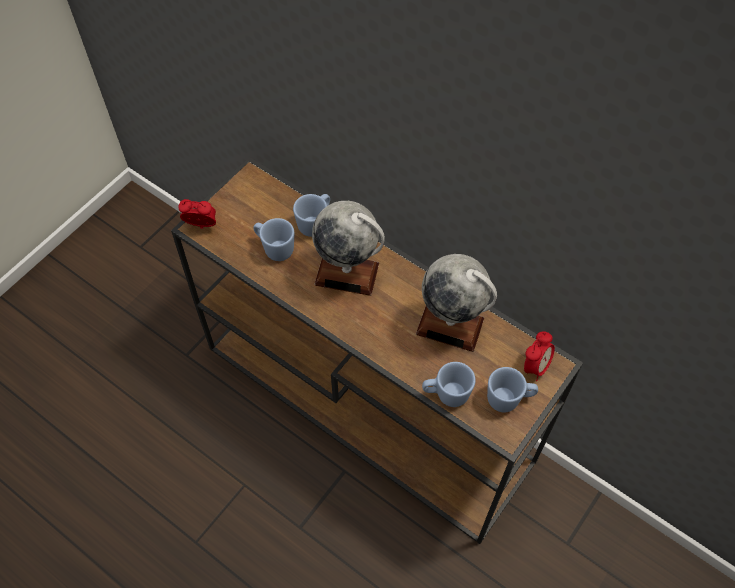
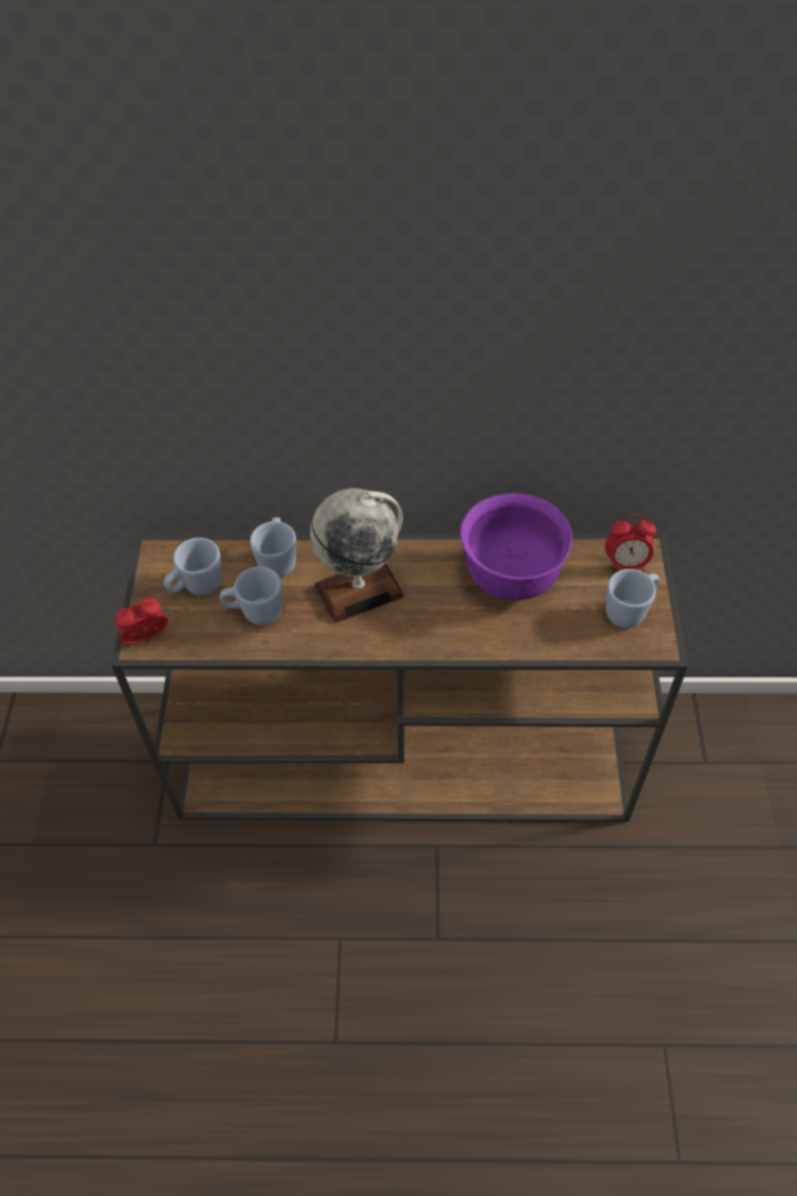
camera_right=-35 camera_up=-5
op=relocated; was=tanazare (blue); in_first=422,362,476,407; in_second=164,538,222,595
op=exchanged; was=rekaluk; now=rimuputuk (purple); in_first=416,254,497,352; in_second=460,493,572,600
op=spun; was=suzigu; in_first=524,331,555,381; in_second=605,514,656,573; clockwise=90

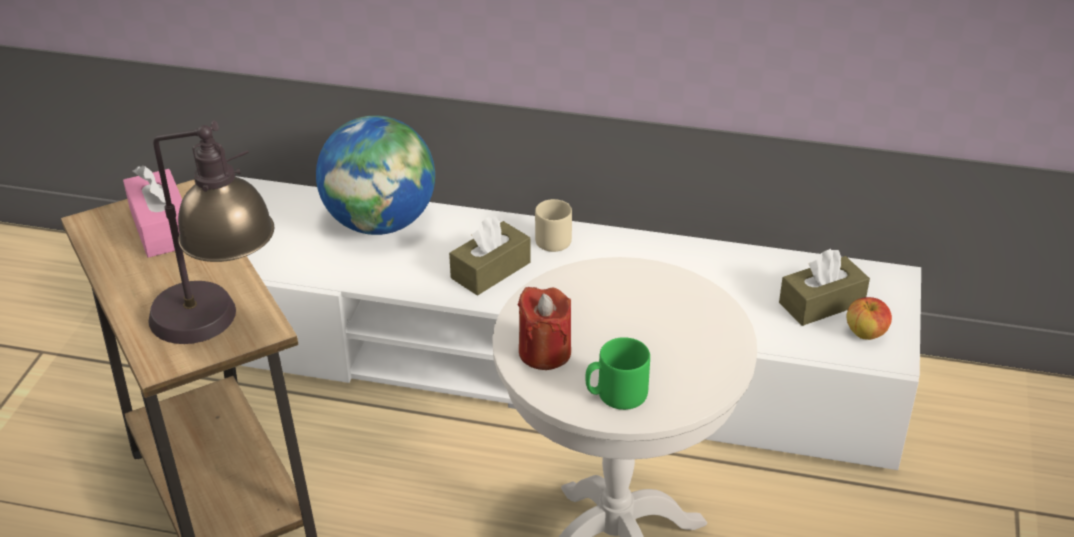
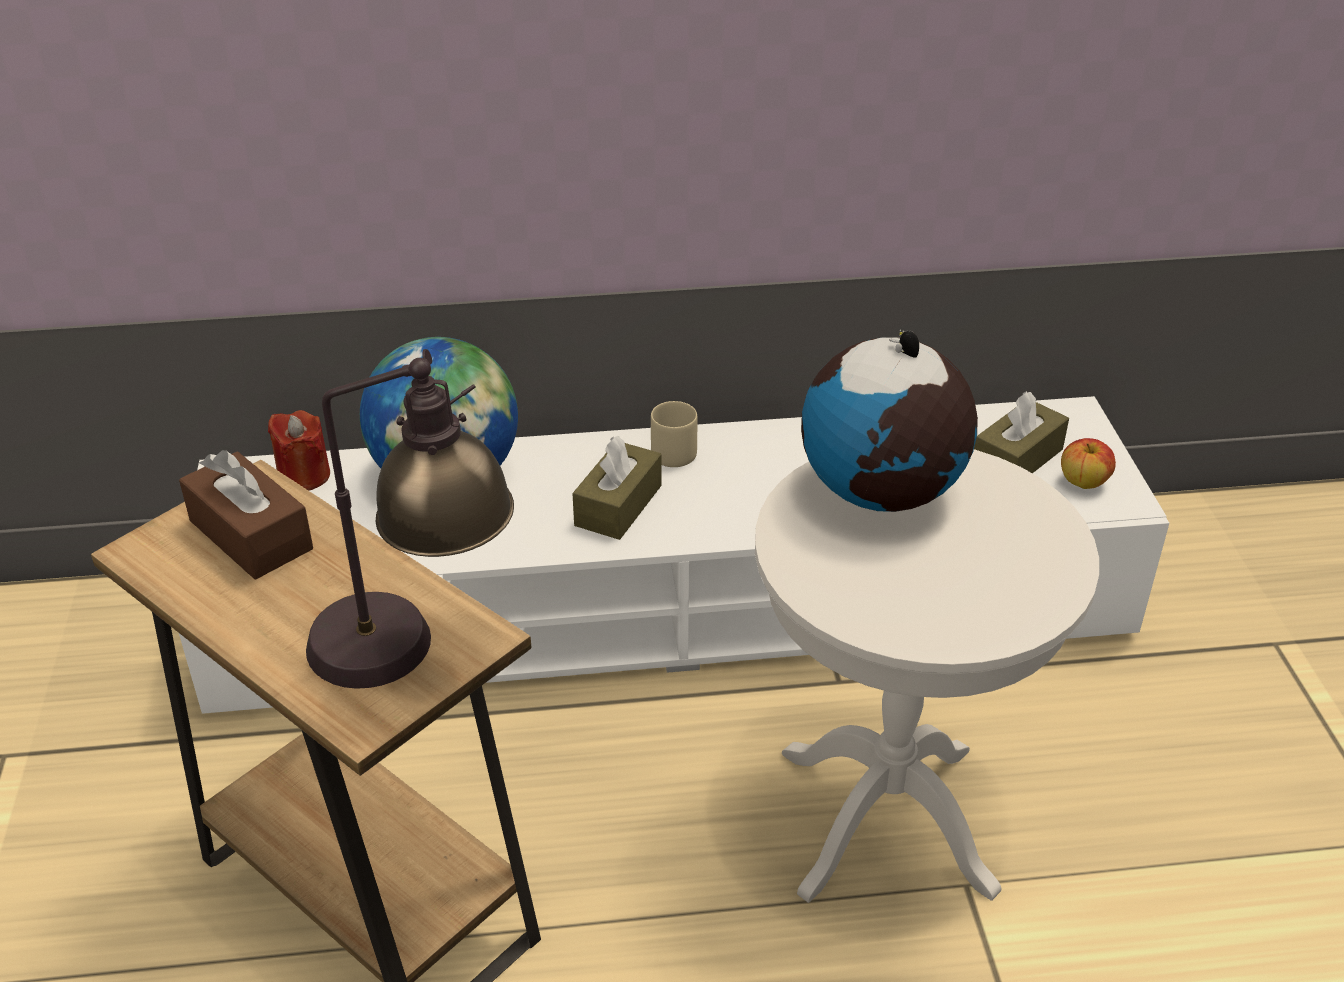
camera_right=-20 camera_up=0
op=colour; was=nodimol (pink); now=nodimol (brown); in_first=123,165,182,258; in_second=179,450,313,580
op=relocated; was=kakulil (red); in_first=518,287,571,370; in_second=268,410,330,491
op=appeared; now=rekaluk; in_second=801,330,978,512
op=missing; was=tanazare (green); in_first=585,337,650,410

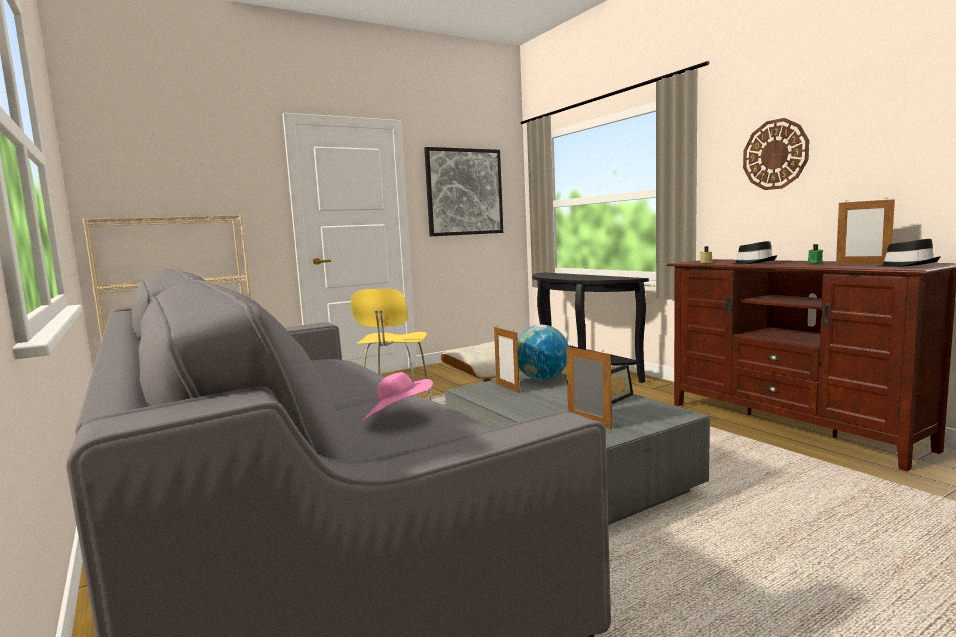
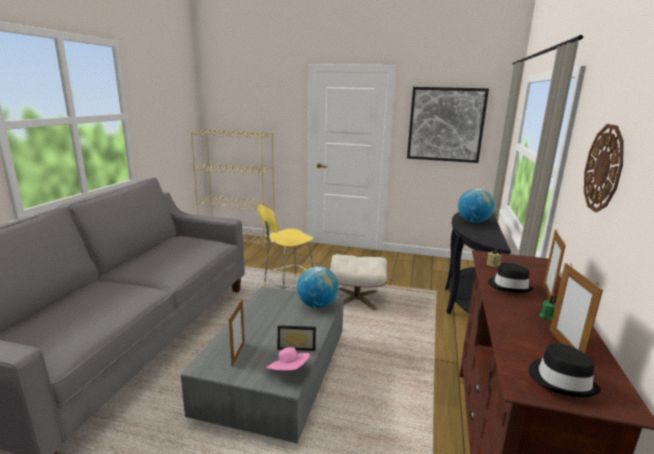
camera_right=45 camera_up=10
op=relocated; was=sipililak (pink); in_first=363,372,433,421; in_second=266,347,310,371
op=appeared; now=rekaluk; in_second=458,188,495,223
op=relocated; was=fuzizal; in_first=494,327,519,393; in_second=543,229,566,300

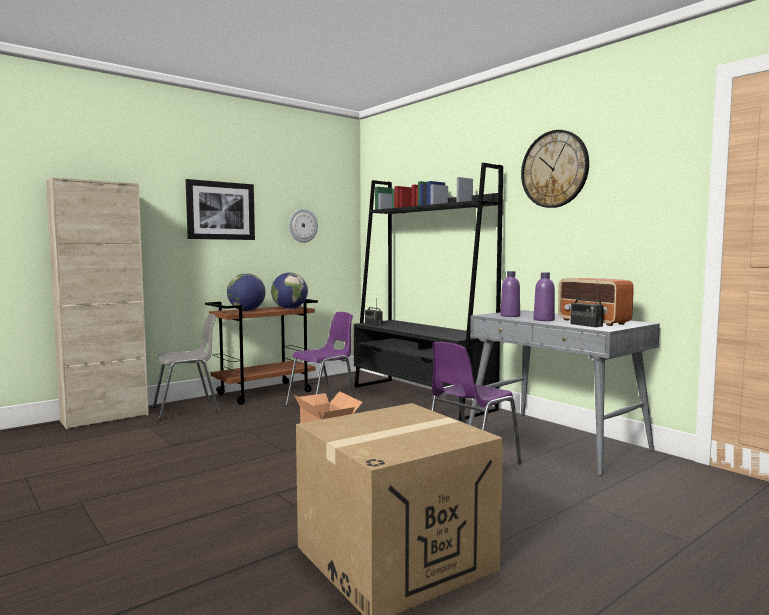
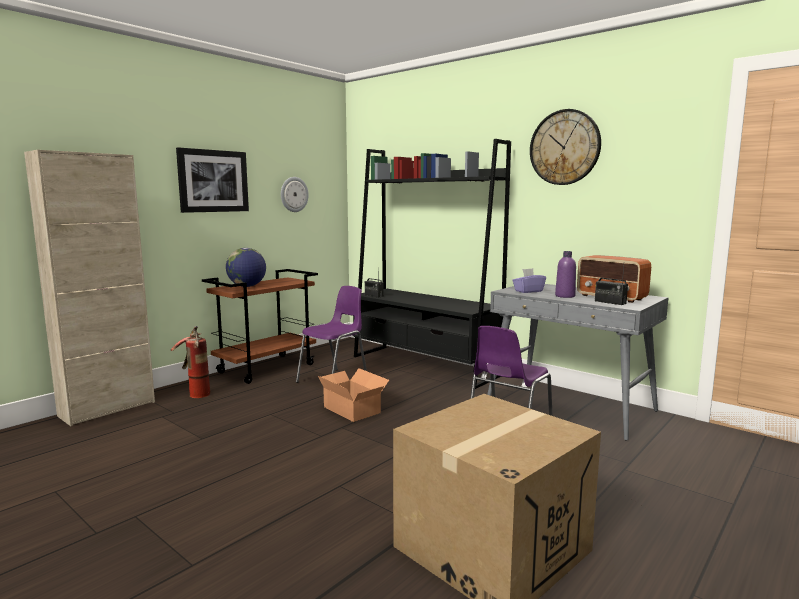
camera_right=-10 camera_up=5
op=exchanged; was=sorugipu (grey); now=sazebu; in_first=153,313,219,420; in_second=171,326,210,398
op=exchanged; was=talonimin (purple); now=nodimol (purple); in_first=500,271,520,317; in_second=512,268,546,293
op=missing; was=rekaluk; in_first=271,272,308,309

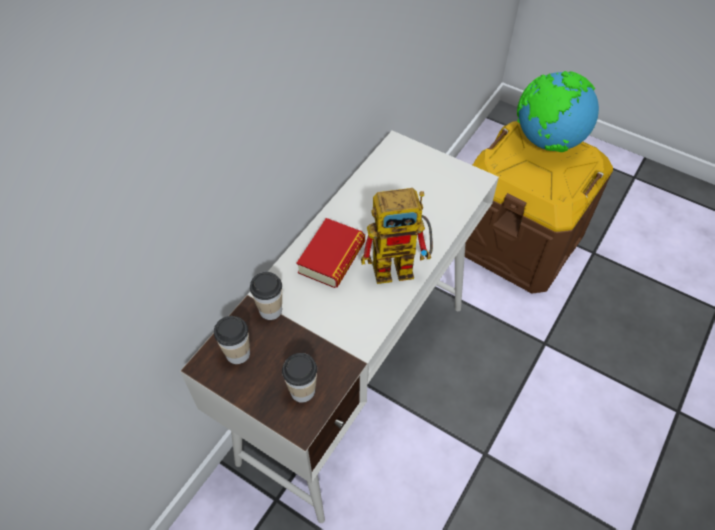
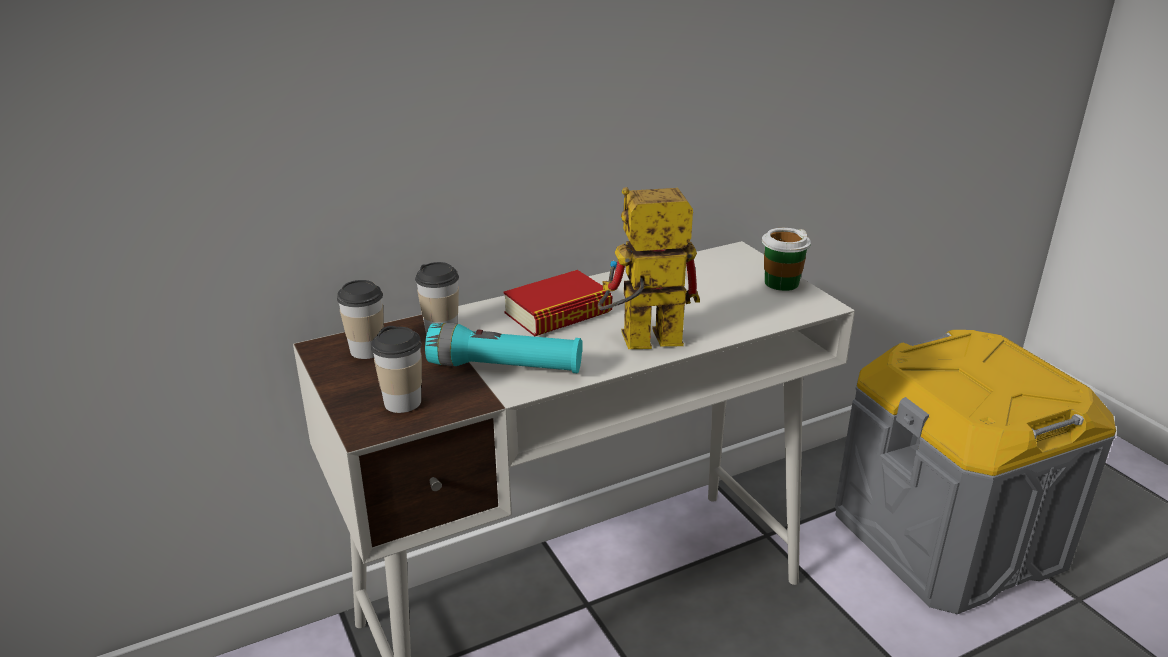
camera_right=30 camera_up=-25
op=appeared; now=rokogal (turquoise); in_second=425,323,582,373
op=spun; was=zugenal; in_first=361,188,433,284; in_second=598,187,700,349; clockwise=150
op=appeared; now=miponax; in_second=762,228,811,291
op=colour; was=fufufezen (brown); now=fufufezen (grey); in_first=465,121,613,294; in_second=835,330,1116,614
op=missing; was=rekaluk; in_first=517,71,599,152

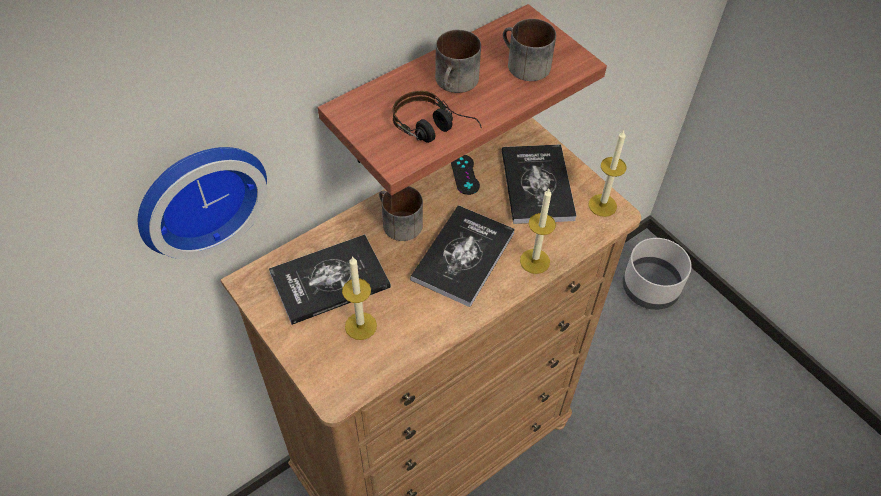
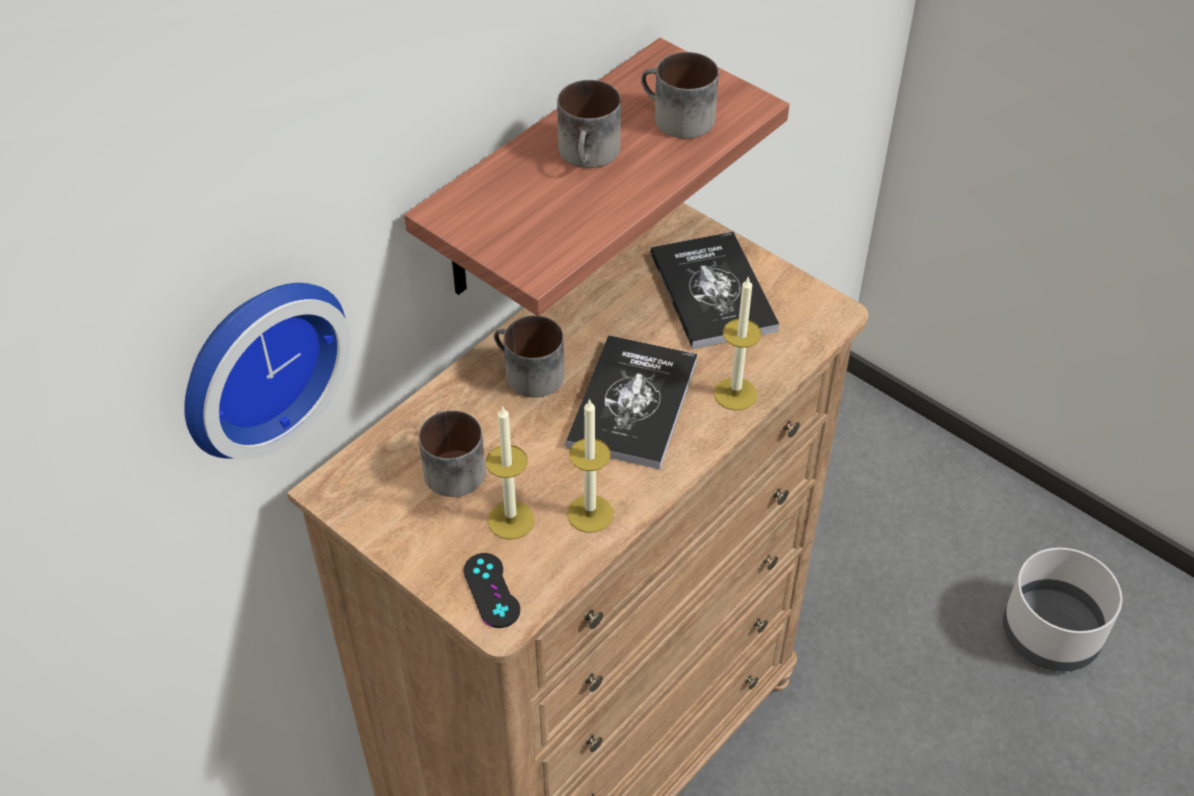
camera_right=-10 camera_up=-5
op=exchanged; was=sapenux; now=tanazare; in_first=269,234,391,325; in_second=419,410,486,497
op=relocated; was=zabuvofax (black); in_first=451,155,480,195; in_second=463,553,520,628
op=relocated; was=kakulil; in_first=588,130,626,217; in_second=567,399,613,533
op=relocated; was=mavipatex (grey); in_first=623,238,692,310; in_second=1003,548,1122,671
op=missing; was=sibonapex; in_first=392,90,482,143

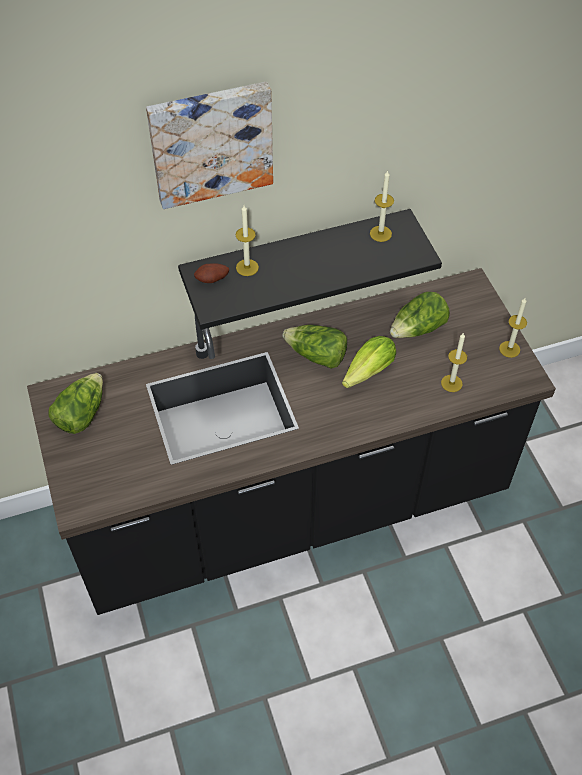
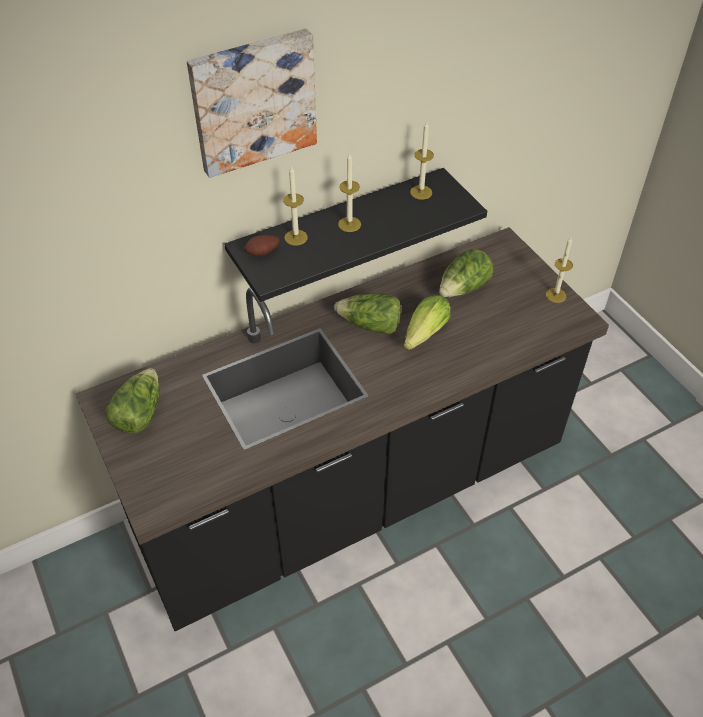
camera_right=-10 camera_up=-5
op=relocated; was=kakulil; in_first=441,332,467,392; in_second=338,152,361,232

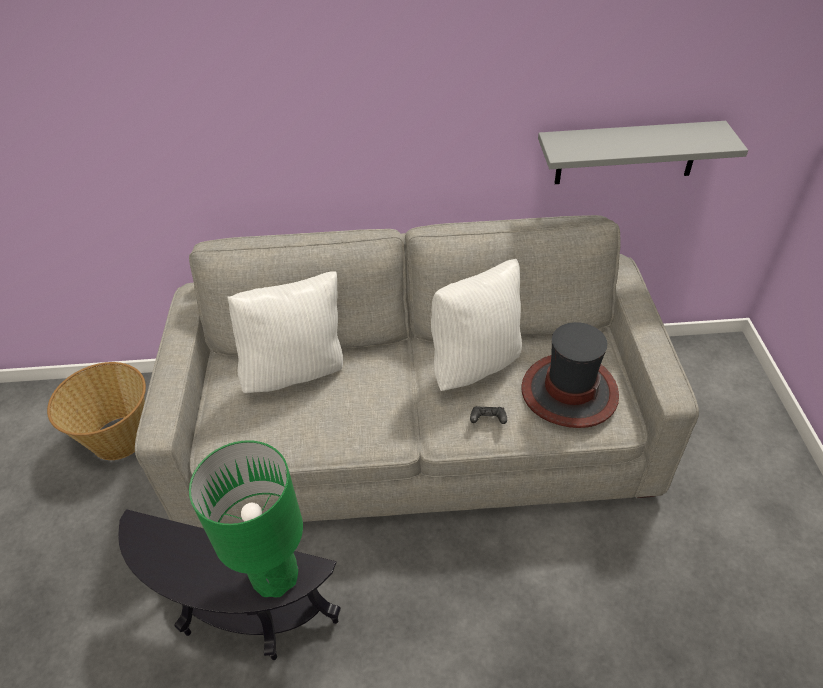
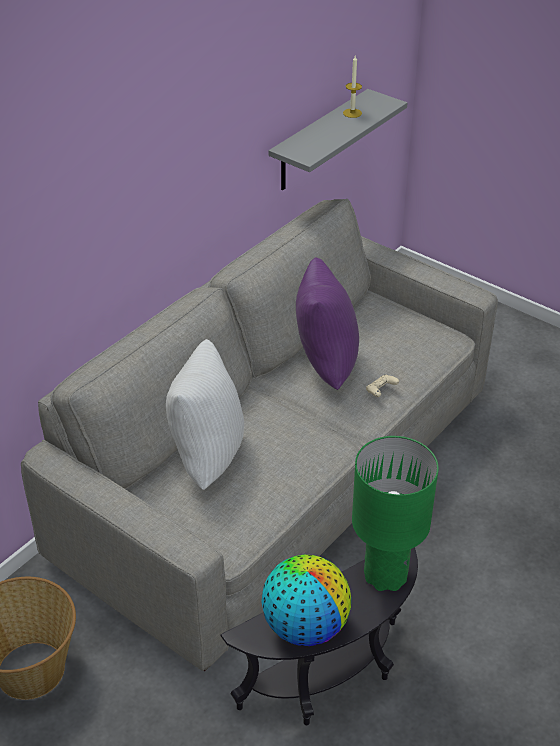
camera_right=-50 camera_up=-5
op=appeared; now=rekaluk; in_second=262,555,351,646
op=colour; was=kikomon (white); now=kikomon (purple); in_first=431,259,522,391; in_second=296,257,359,390
op=appeared; now=kakulil; in_second=343,56,362,118
op=colour; was=zabuvofax (black); now=zabuvofax (beige); in_first=470,406,507,424; in_second=366,374,399,397
op=missing; was=sipililak; in_first=521,322,619,428

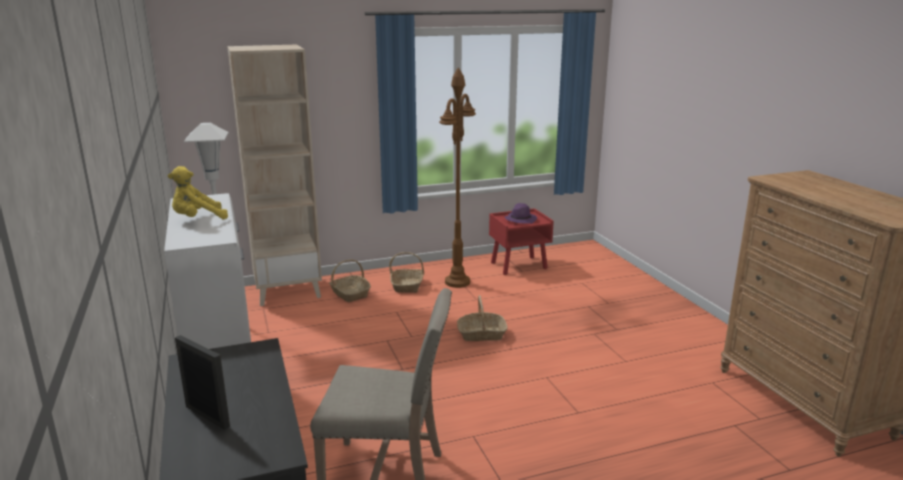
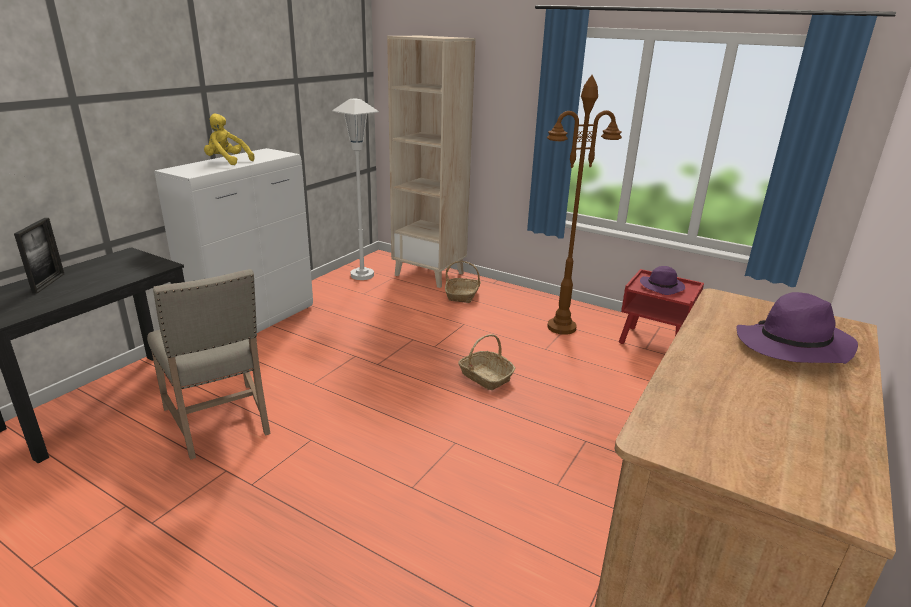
camera_right=50 camera_up=5
op=appeared; now=sipililak (purple); in_second=736,292,858,364
op=missing; was=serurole; in_first=389,252,424,293

